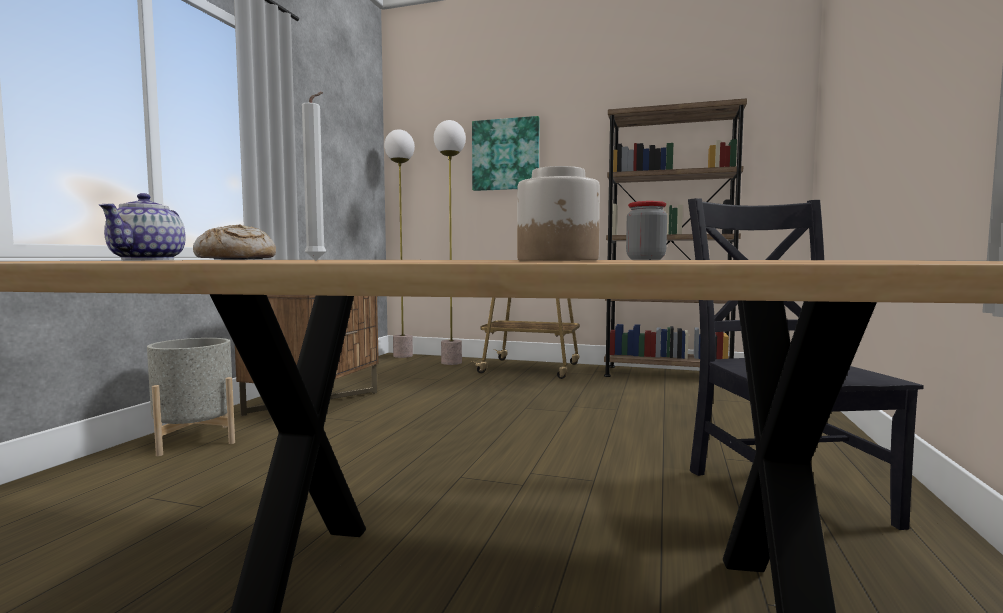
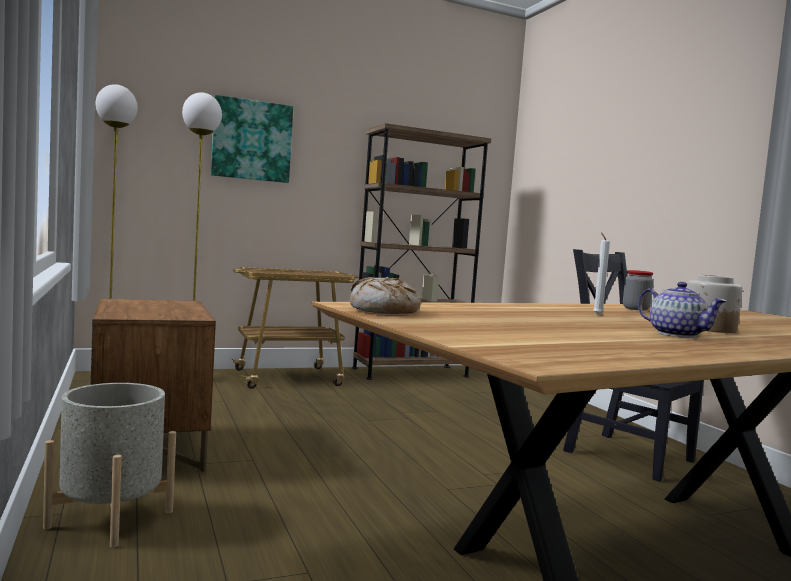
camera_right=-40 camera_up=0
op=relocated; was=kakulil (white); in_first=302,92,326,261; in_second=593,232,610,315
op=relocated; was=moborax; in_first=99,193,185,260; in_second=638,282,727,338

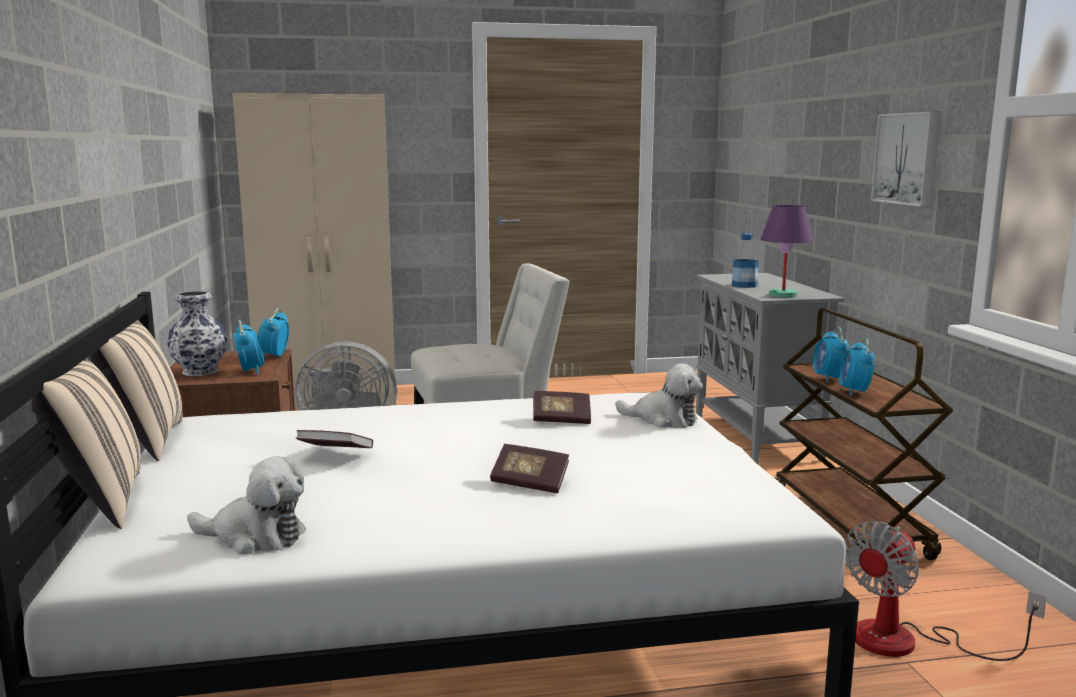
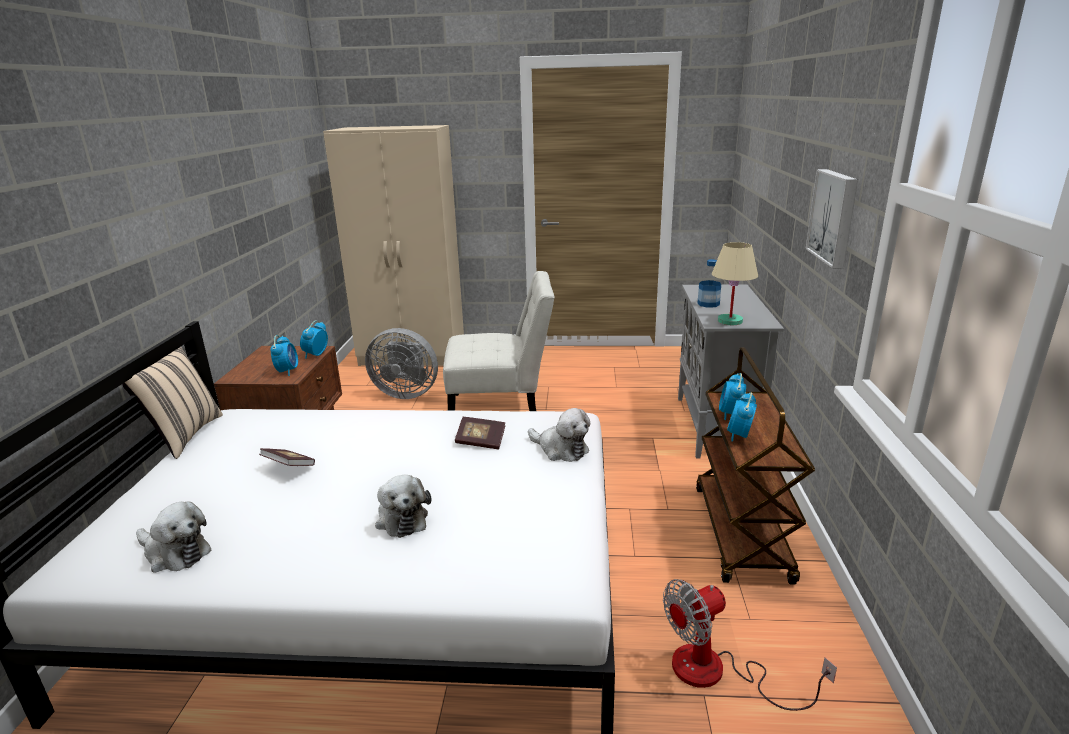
camera_right=15 camera_up=10
op=exchanged; was=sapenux; now=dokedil; in_first=490,444,569,493; in_second=375,475,431,538
op=colour; was=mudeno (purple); now=mudeno (beige); in_first=760,205,813,298; in_second=712,242,758,325
op=missing; was=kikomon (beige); in_first=32,358,141,529
op=missing; was=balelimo; in_first=167,291,227,376

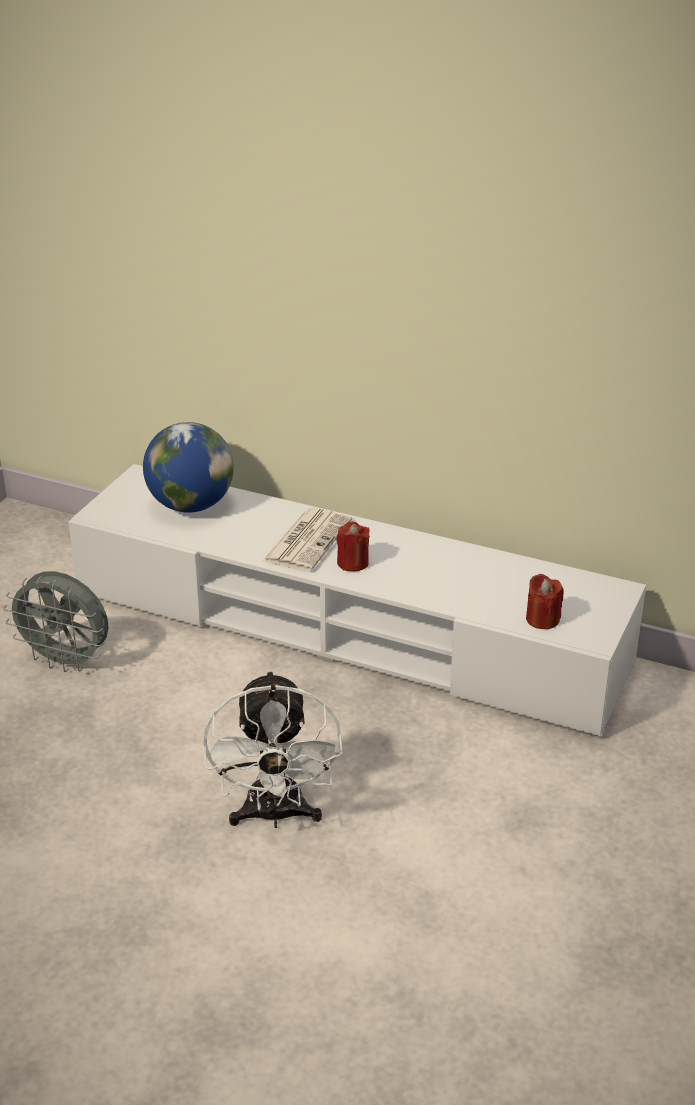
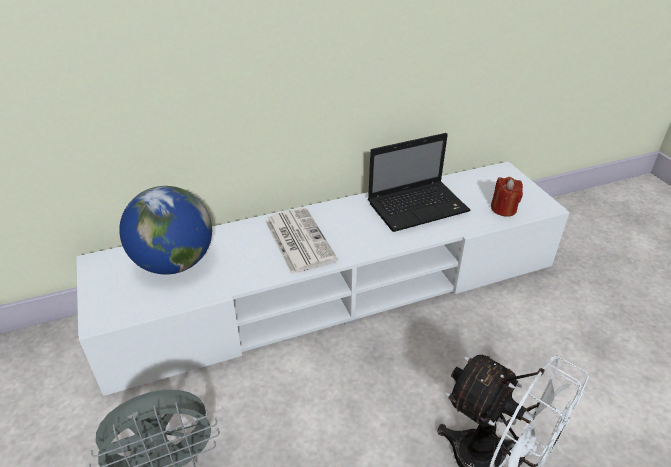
camera_right=-45 camera_up=5
op=appeared; now=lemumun; in_second=368,133,470,232
op=missing; was=kakulil (red); in_first=337,521,370,571

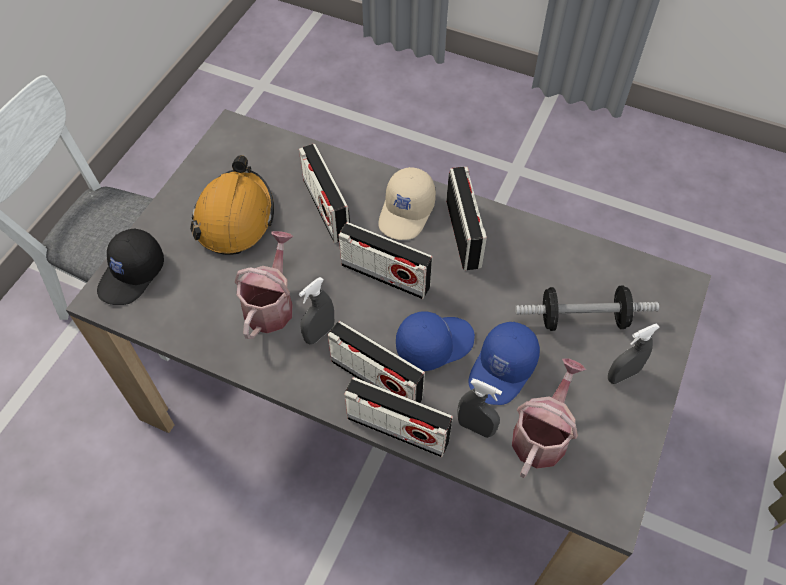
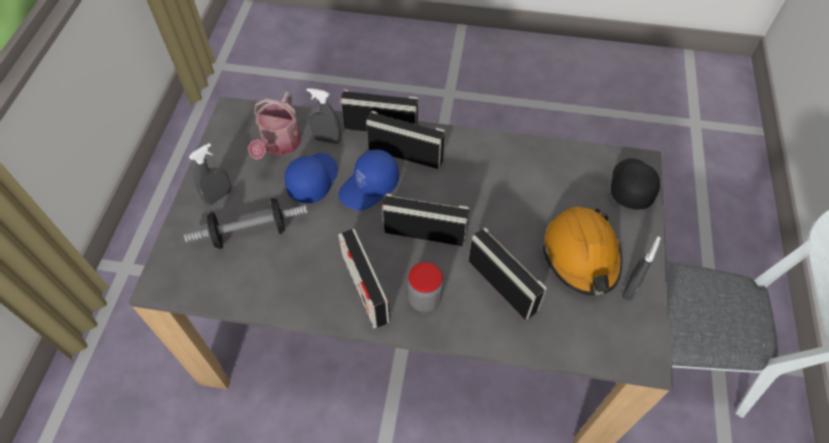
camera_right=165 camera_up=0
op=exchanged; was=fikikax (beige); now=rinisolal; in_first=378,167,436,240; in_second=407,262,443,313
op=relocated; was=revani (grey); in_first=299,277,334,345; in_second=622,237,661,300
op=missing; was=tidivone; in_first=235,231,293,339

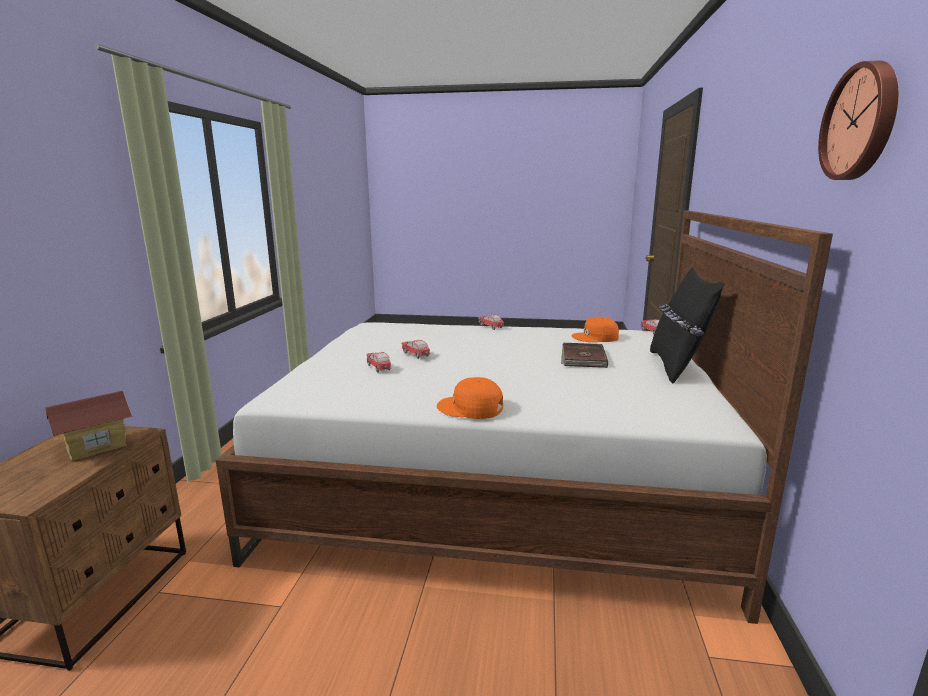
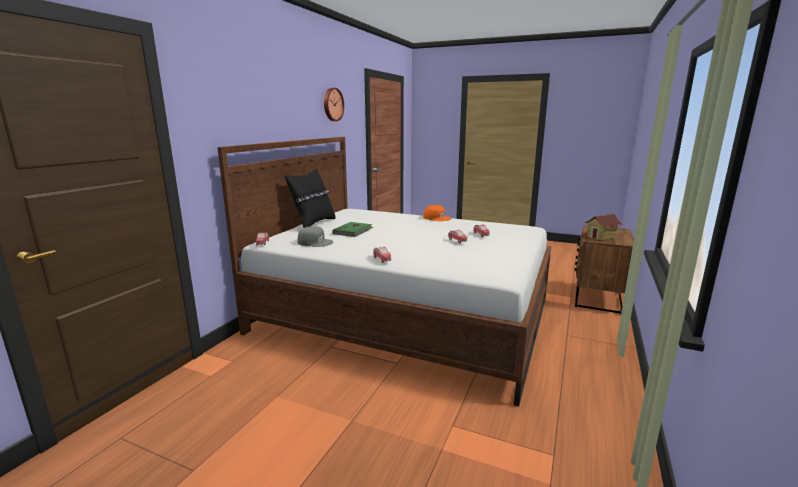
camera_right=-165 camera_up=0
op=colour; was=fikikax (orange); now=fikikax (grey); in_first=572,317,619,342; in_second=298,226,334,247
op=colour; was=sapenux (brown); now=sapenux (green); in_first=561,343,608,368; in_second=332,222,373,237

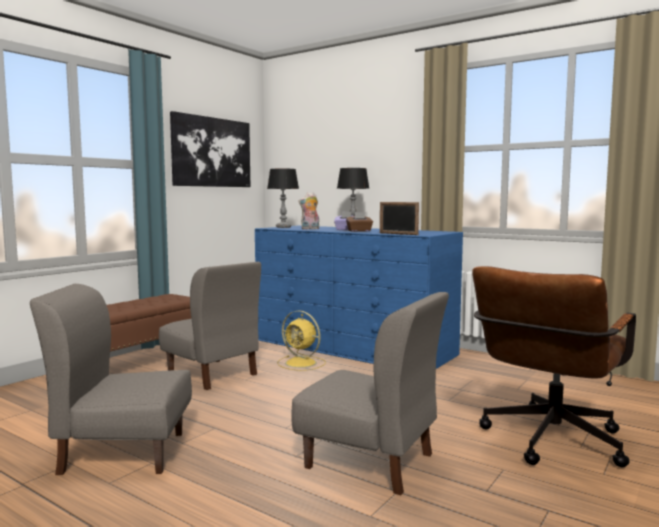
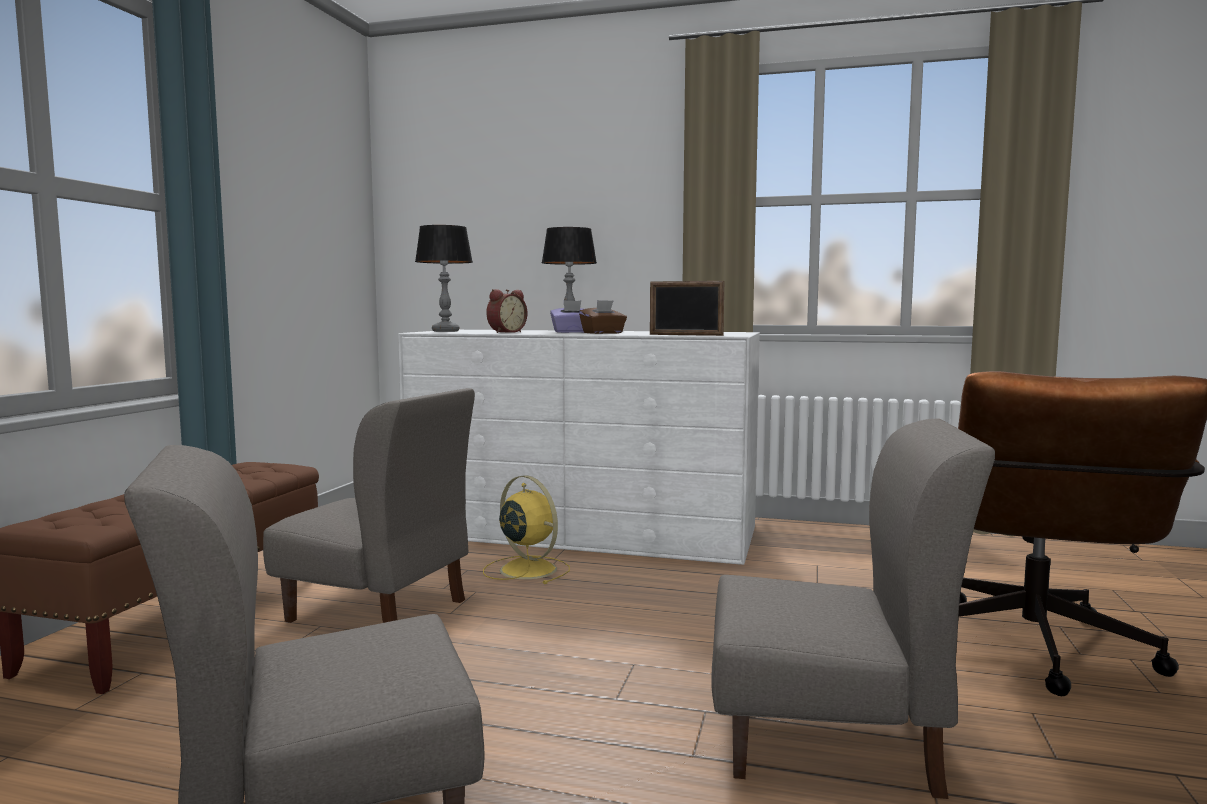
camera_right=-20 camera_up=0
op=colour; was=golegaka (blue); now=golegaka (white); in_first=255,226,463,369; in_second=398,330,760,565
op=spun; was=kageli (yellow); in_first=277,310,326,371; in_second=483,475,570,584; clockwise=-150
op=exchanged; was=dokedil; now=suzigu; in_first=298,193,319,229; in_second=486,289,527,333
op=missing; was=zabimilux; in_first=170,111,250,187

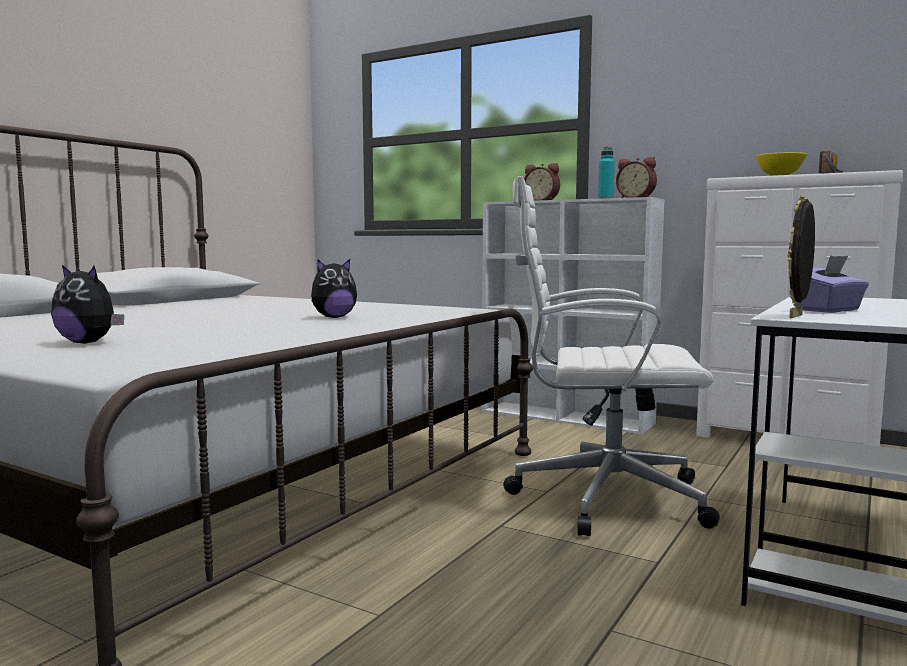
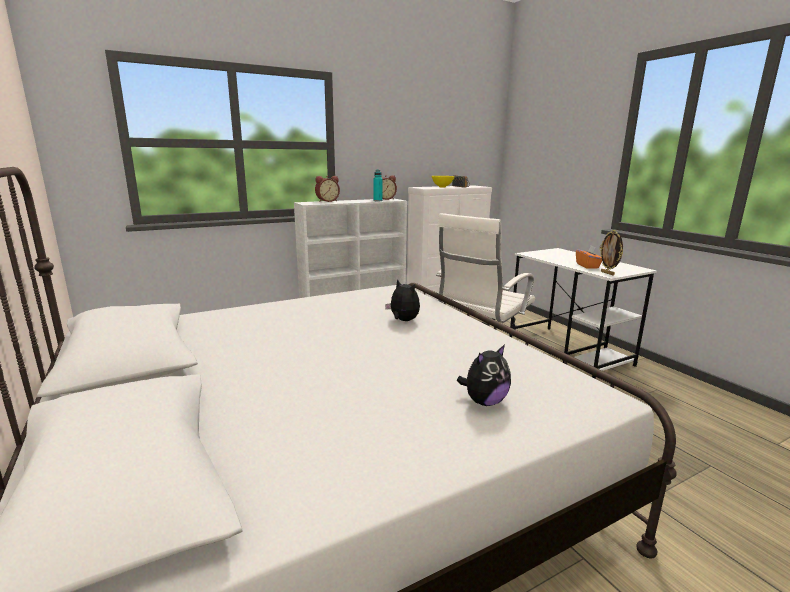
camera_right=-60 camera_up=10
op=spun; was=dokedil; in_first=311,259,357,318; in_second=385,279,420,321; clockwise=-45
op=colour; was=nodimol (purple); now=nodimol (orange); in_first=796,255,869,313; in_second=576,246,602,268

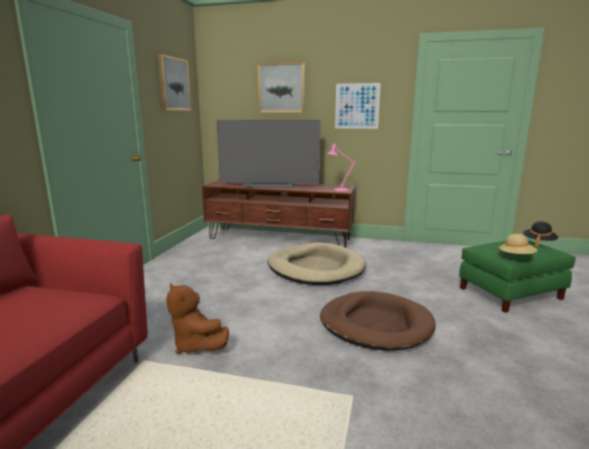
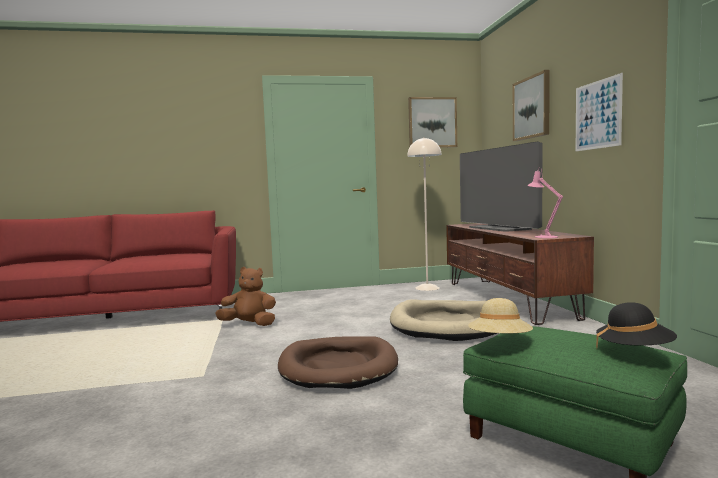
camera_right=65 camera_up=-10
op=spun; was=dokedil (brown); in_first=166,283,229,355; in_second=215,267,276,326; clockwise=75
op=appeared; now=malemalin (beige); in_second=407,137,442,291

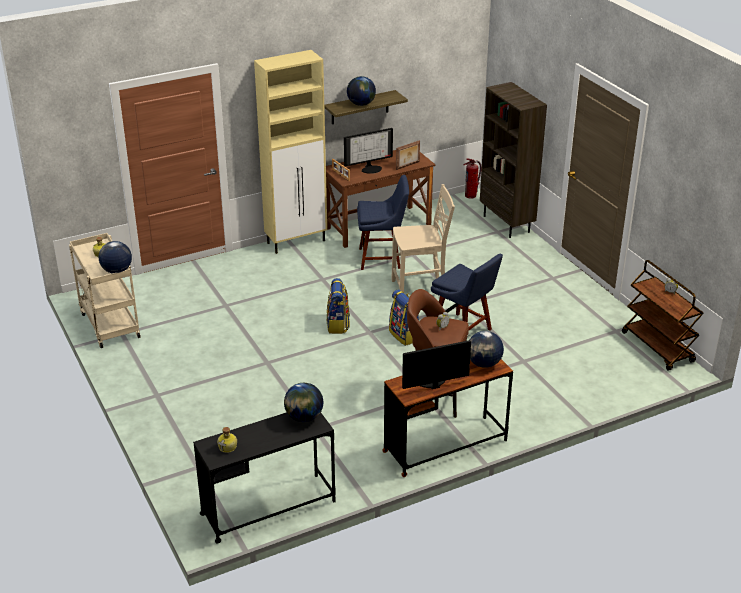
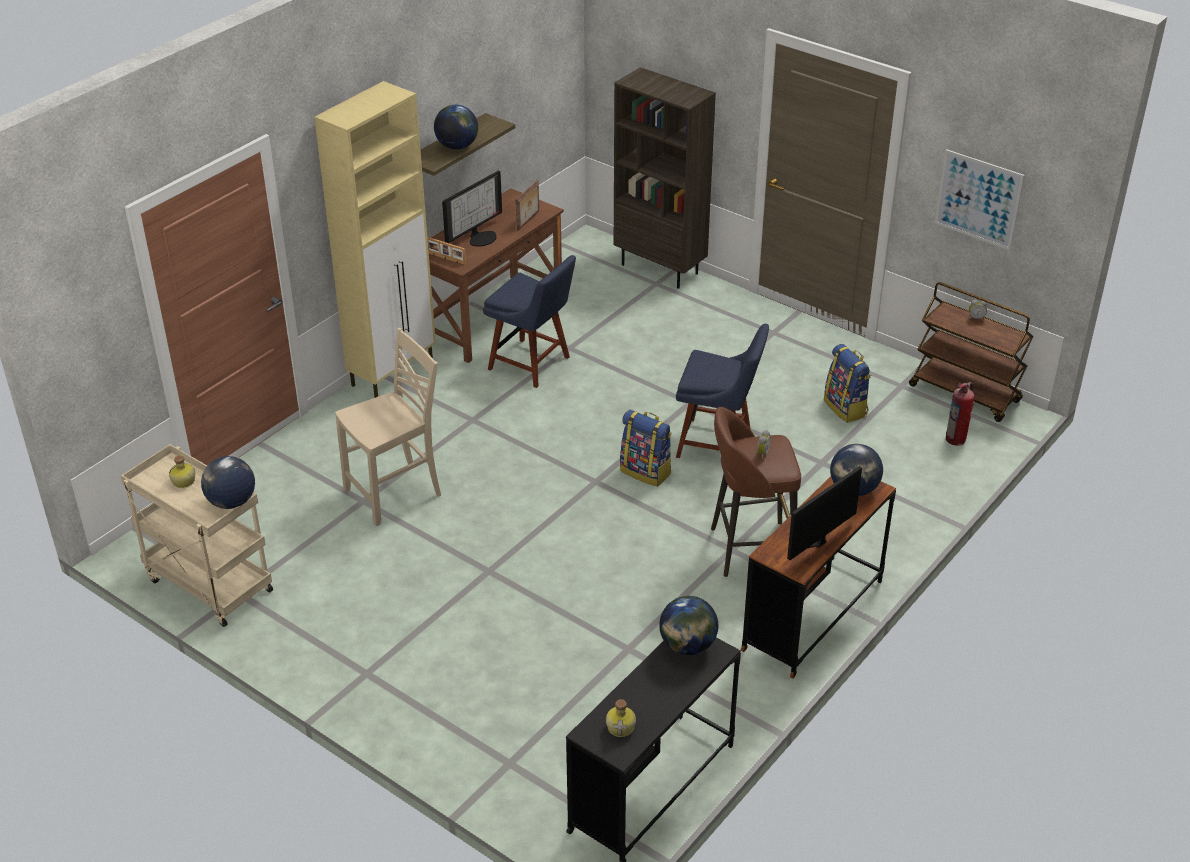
camera_right=-25 camera_up=5
op=relocated; was=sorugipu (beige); in_first=392,184,455,293; in_second=335,328,441,526
op=spun; was=sorugipu (blue); in_first=357,175,409,270; in_second=483,255,576,388; clockwise=60
op=relocated; was=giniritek; in_first=327,278,350,334; in_second=824,344,871,423
op=appeared; now=zabimilux; in_second=935,149,1025,250
op=relocated; was=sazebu; in_first=463,159,482,199; in_second=946,382,974,445

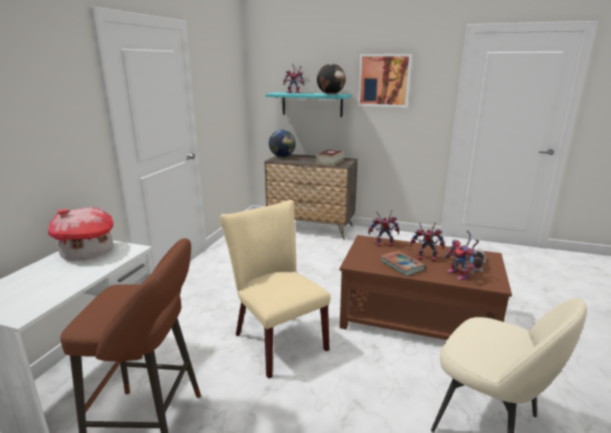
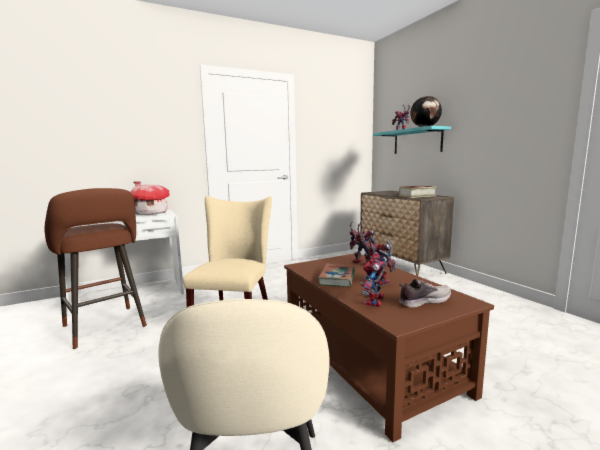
camera_right=45 camera_up=-10
op=missing; was=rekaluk; in_first=269,130,296,157
op=missing; was=zabimilux; in_first=358,54,412,107

